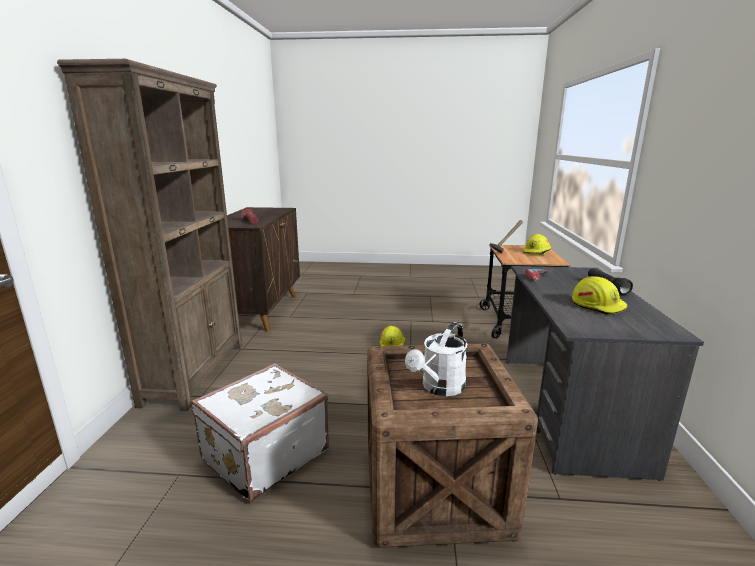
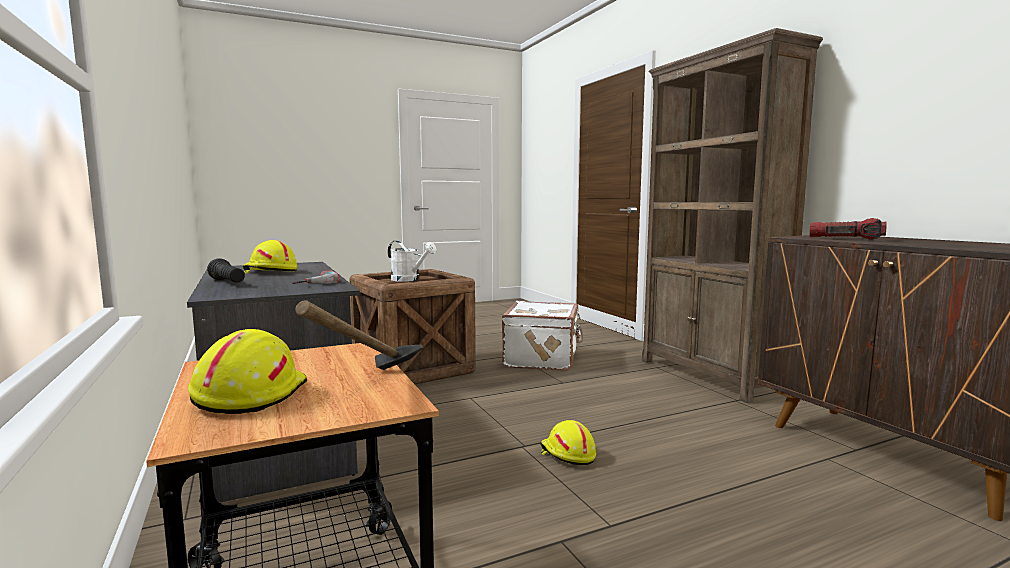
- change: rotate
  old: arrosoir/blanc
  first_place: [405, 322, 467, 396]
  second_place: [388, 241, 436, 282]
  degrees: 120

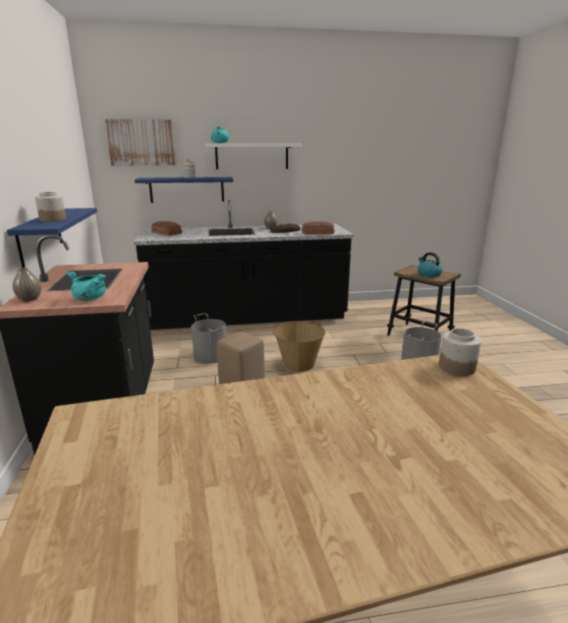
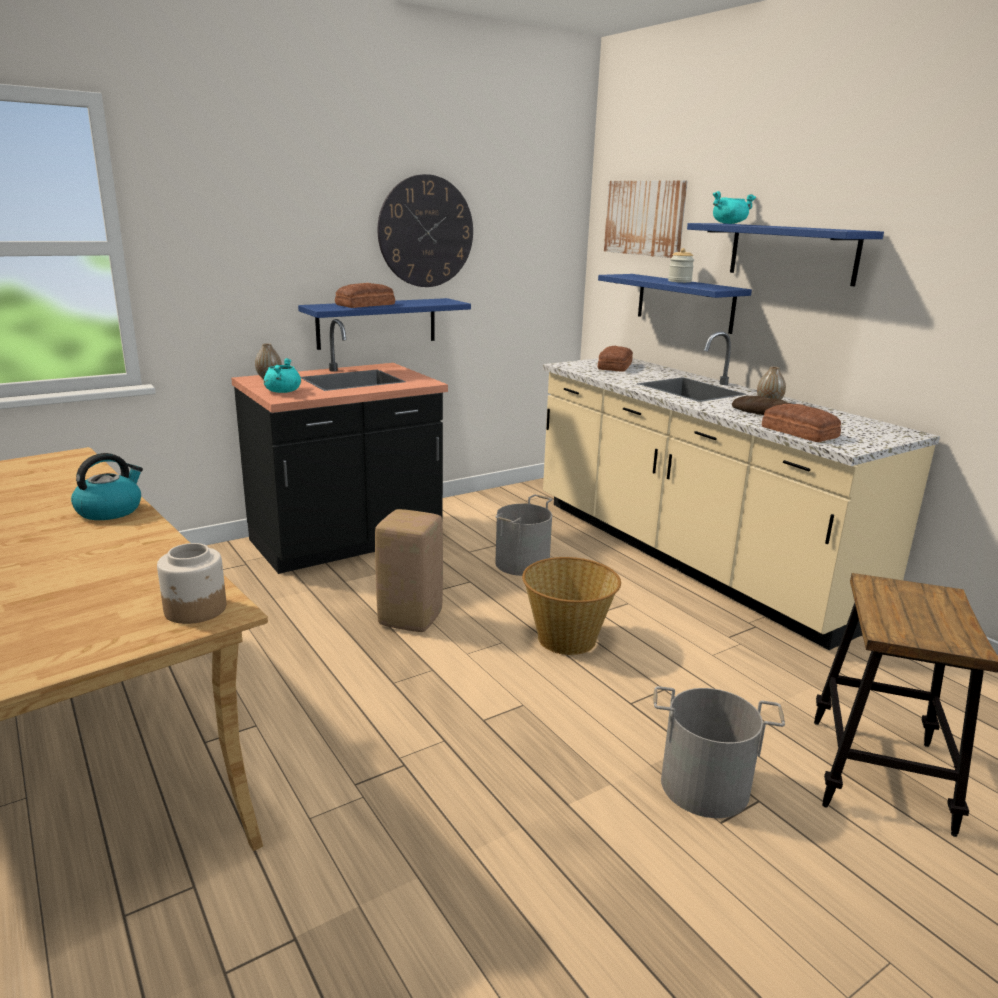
- change: insert
  new: horloge murale
  second_place: [377, 174, 473, 287]
- change: move
  old: bouilloire
  first_place: [418, 252, 443, 277]
  second_place: [71, 453, 143, 520]
- change: replace
  old: bocal
  new: pain
  first_place: [35, 192, 66, 222]
  second_place: [335, 283, 395, 308]
- change: recolor
  old: comptoir de cuisine/noir
  new: comptoir de cuisine/beige
  first_place: [134, 200, 354, 330]
  second_place: [543, 331, 940, 650]
- change: recolor
  old: étagère/blanc
  new: étagère/bleu
  first_place: [205, 143, 302, 170]
  second_place: [687, 223, 884, 286]

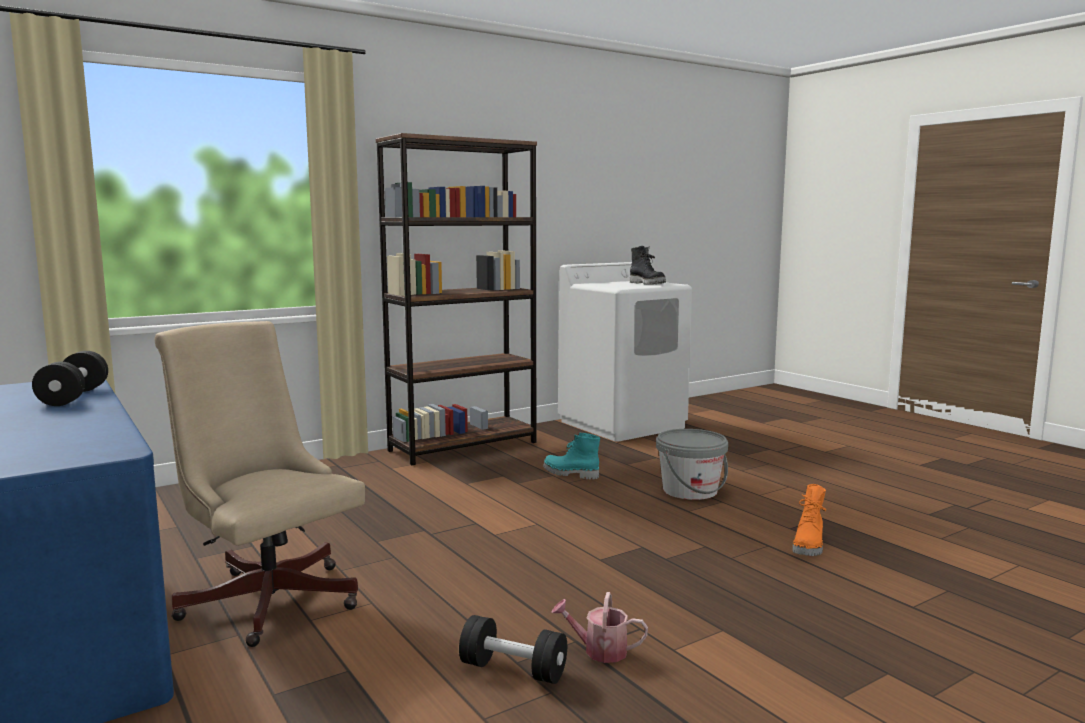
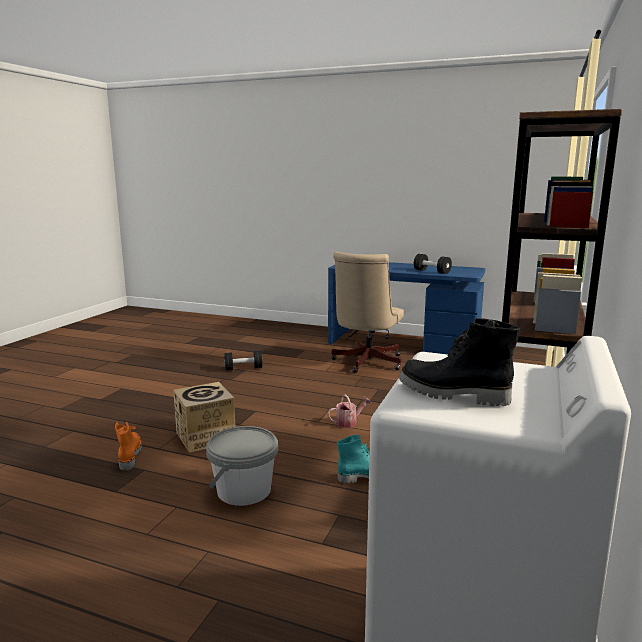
- change: insert
  new: carton
  second_place: [173, 382, 235, 453]
- change: move
  old: arrosoir
  first_place: [552, 592, 648, 663]
  second_place: [328, 394, 372, 428]
- change: rotate
  old: chaise de bureau/beige
  first_place: [155, 321, 365, 647]
  second_place: [331, 252, 404, 373]
  degrees: 105

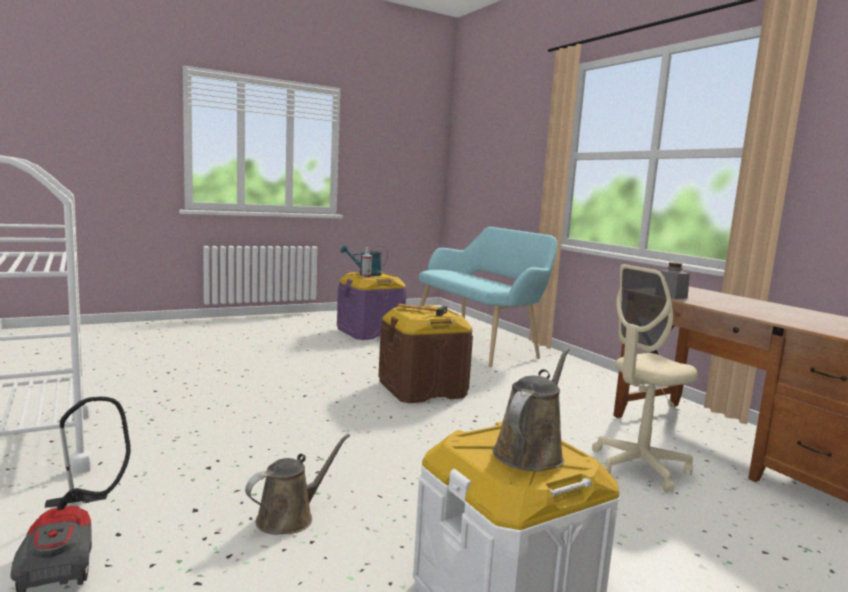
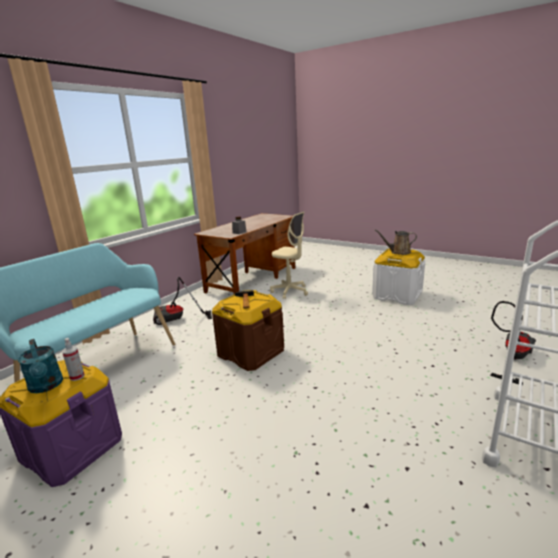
- change: delete
  old: arrosoir/marron
  first_place: [245, 434, 350, 535]
- change: insert
  new: aspirateur
  second_place: [153, 277, 212, 325]

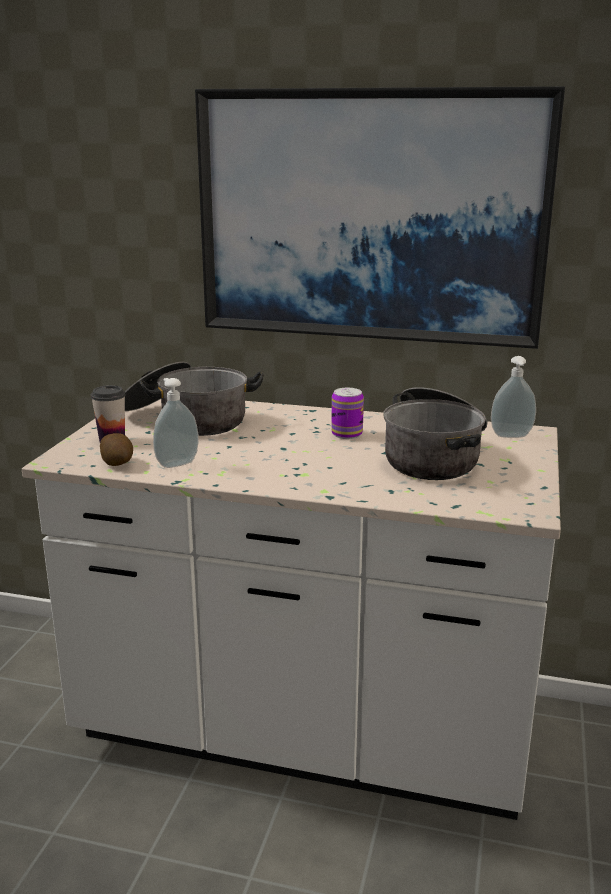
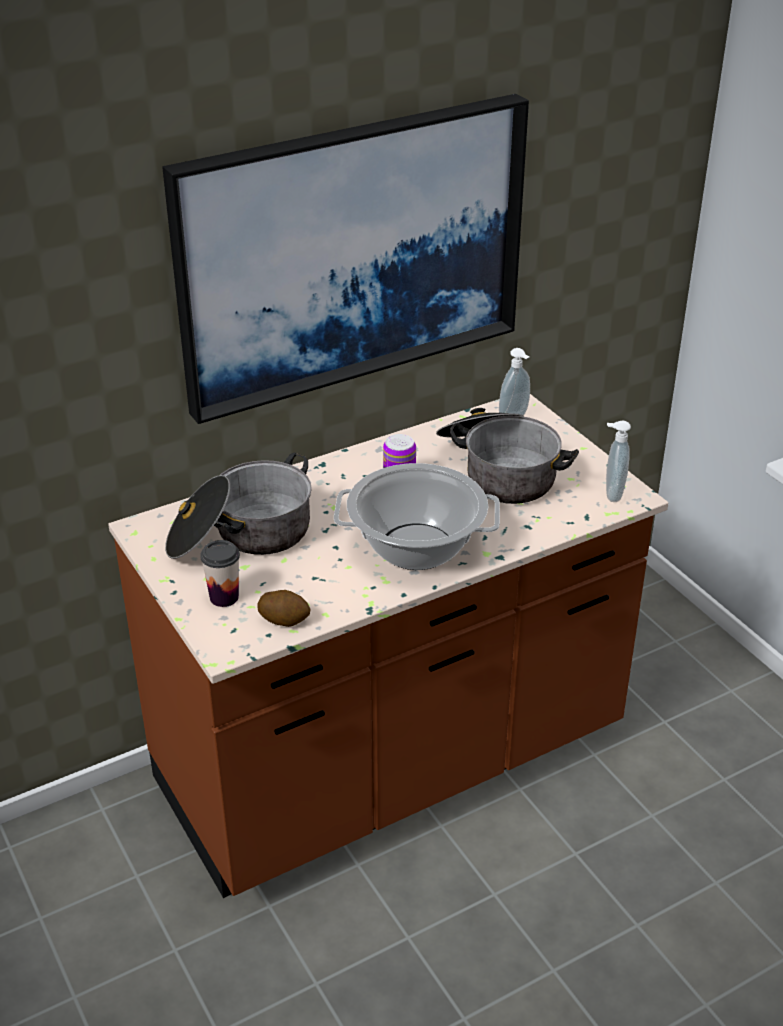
- change: insert
  new: marmite
  second_place: [334, 463, 500, 570]
- change: move
  old: distributeur de savon
  first_place: [153, 378, 199, 468]
  second_place: [606, 421, 631, 502]
- change: recolor
  old: comptoir de cuisine/blanc
  new: comptoir de cuisine/marron
  first_place: [22, 399, 561, 820]
  second_place: [108, 394, 668, 898]

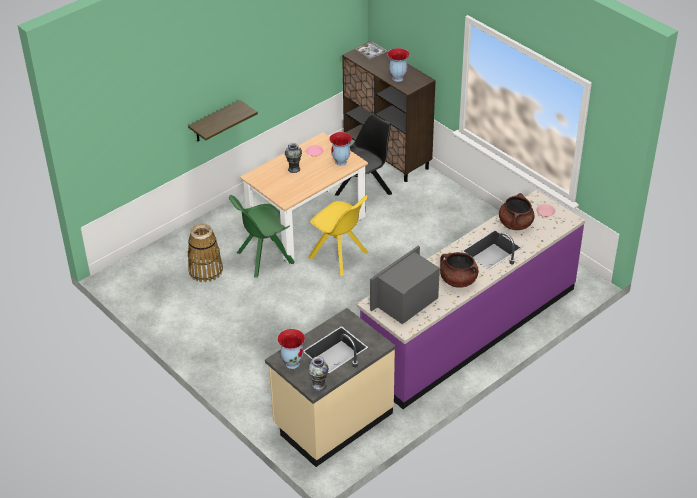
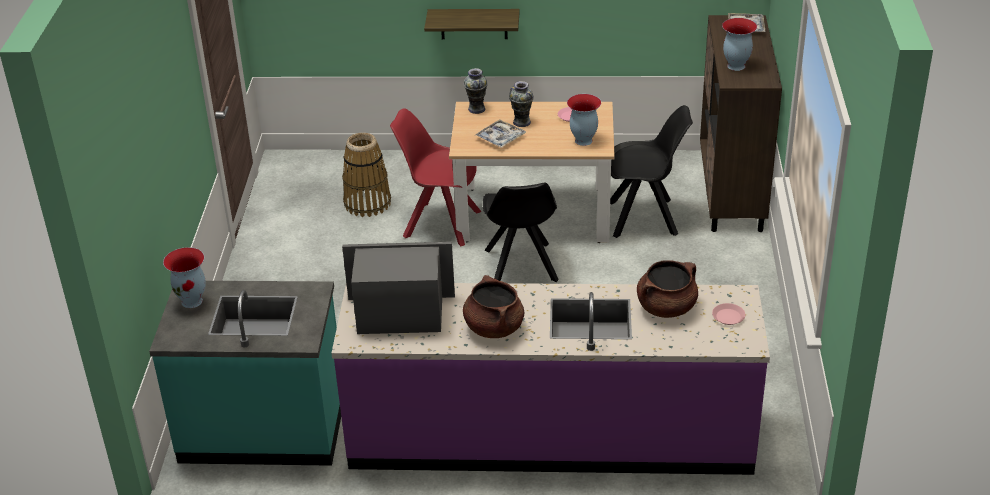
- change: insert
  new: plateau
  second_place: [475, 119, 526, 148]
- change: move
  old: vase
  first_place: [308, 356, 329, 391]
  second_place: [464, 68, 488, 114]
- change: recolor
  old: chaise/vert
  new: chaise/rouge
  first_place: [229, 195, 295, 278]
  second_place: [390, 109, 482, 246]
- change: recolor
  old: comptoir de cuisine/beige
  new: comptoir de cuisine/turquoise
  first_place: [265, 308, 396, 467]
  second_place: [149, 281, 341, 466]
- change: recolor
  old: chaise/jaune
  new: chaise/noir
  first_place: [308, 195, 369, 276]
  second_place: [483, 183, 559, 282]

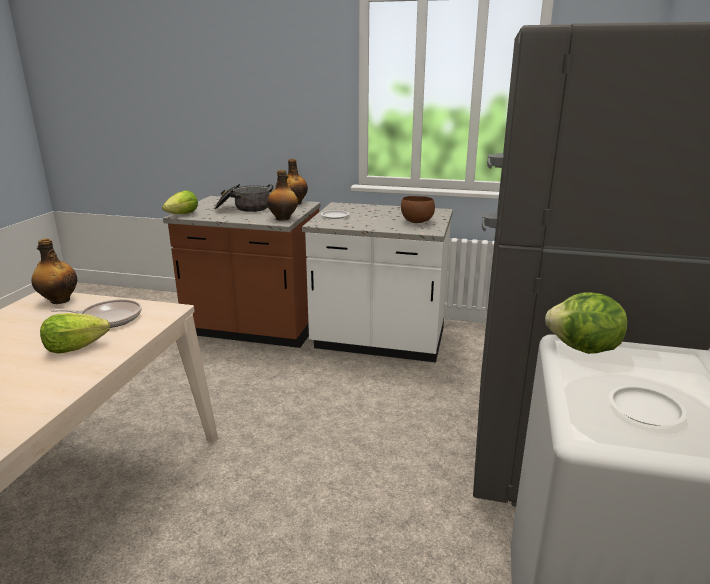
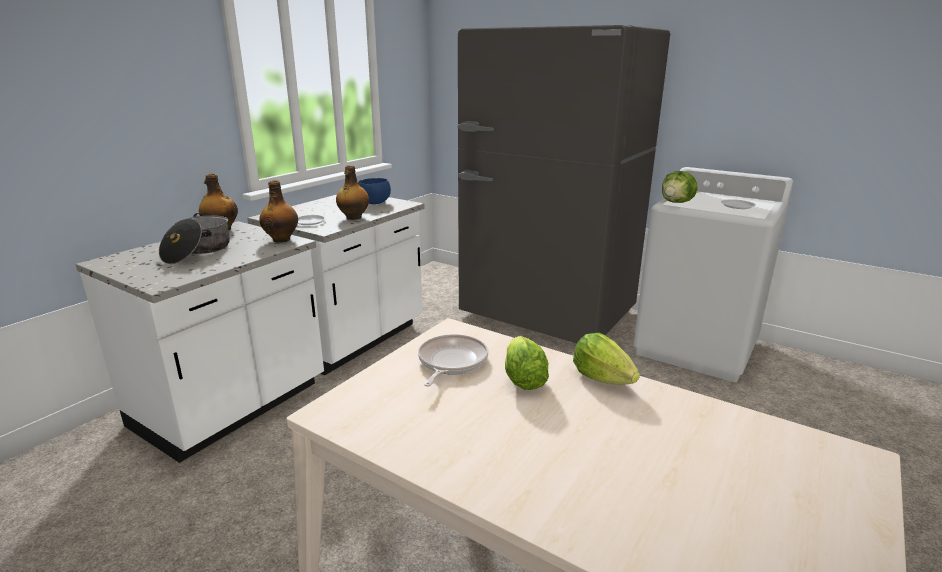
- change: move
  old: bouteille
  first_place: [31, 238, 77, 304]
  second_place: [336, 165, 369, 220]
- change: move
  old: laitue
  first_place: [162, 190, 198, 214]
  second_place: [573, 333, 640, 384]
- change: recolor
  old: comptoir de cuisine/marron
  new: comptoir de cuisine/blanc
  first_place: [163, 196, 320, 348]
  second_place: [75, 221, 324, 463]
- change: recolor
  old: bol/marron
  new: bol/bleu
  first_place: [401, 196, 435, 223]
  second_place: [358, 178, 391, 205]

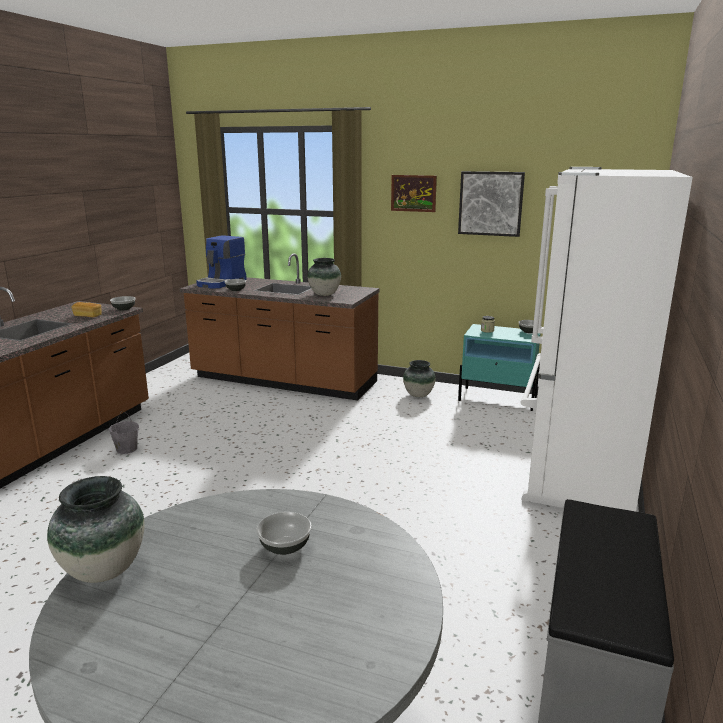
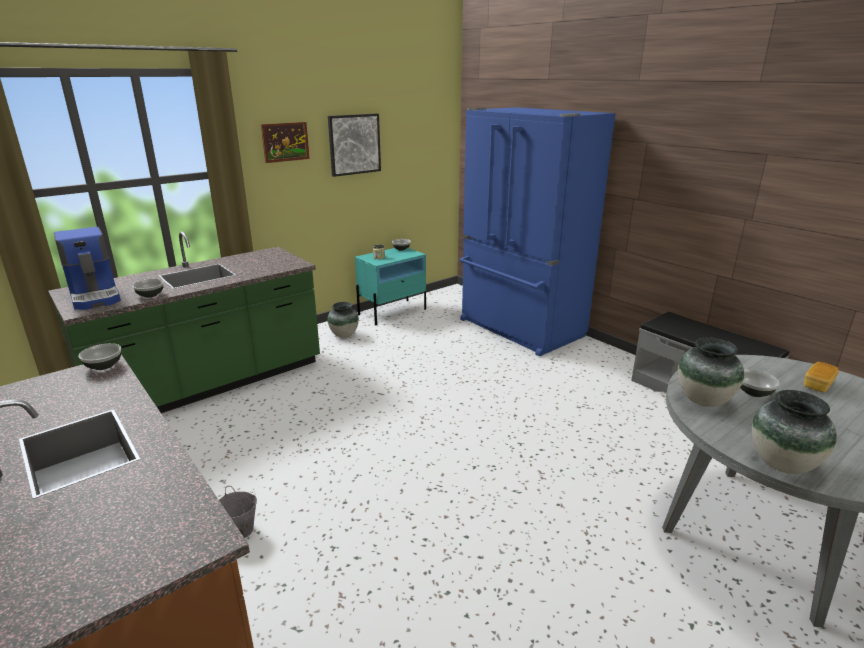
- change: move
  old: pain
  first_place: [71, 302, 102, 317]
  second_place: [804, 362, 839, 392]
- change: move
  old: vase
  first_place: [307, 258, 341, 296]
  second_place: [678, 337, 744, 407]
- change: recolor
  old: comptoir de cuisine/marron
  new: comptoir de cuisine/vert
  first_place: [180, 253, 380, 401]
  second_place: [48, 232, 320, 413]
- change: recolor
  old: réfrigérateur/blanc
  new: réfrigérateur/bleu
  first_place: [520, 167, 693, 512]
  second_place: [460, 107, 615, 357]

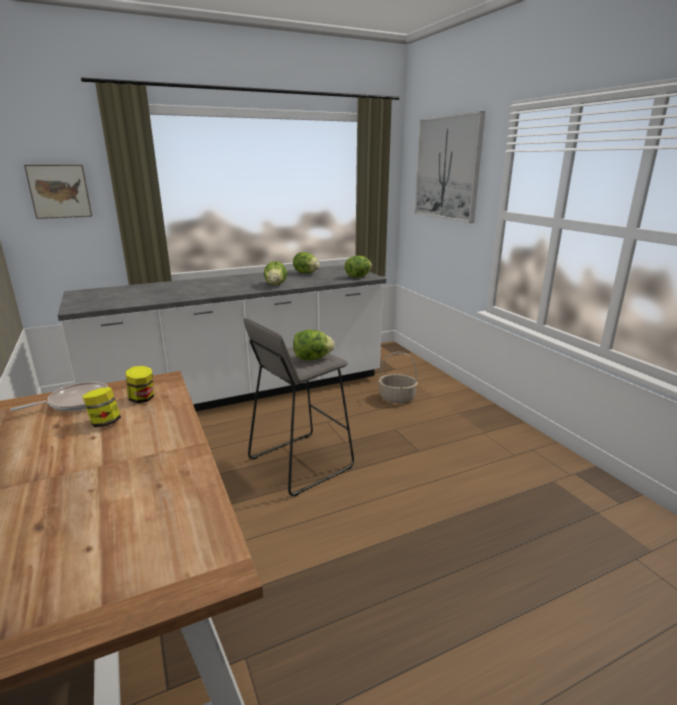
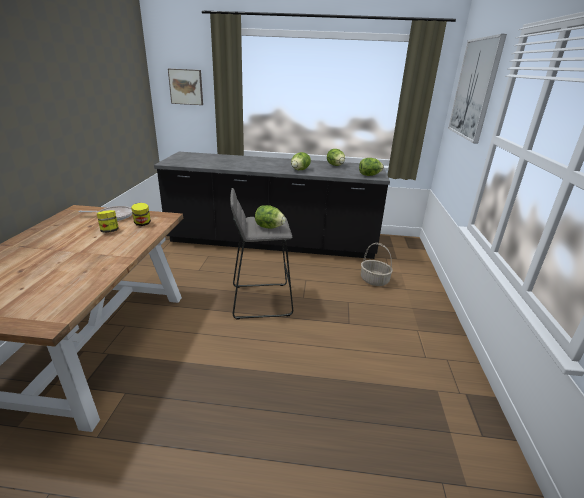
- change: recolor
  old: comptoir de cuisine/blanc
  new: comptoir de cuisine/noir
  first_place: [58, 265, 386, 411]
  second_place: [154, 152, 390, 259]

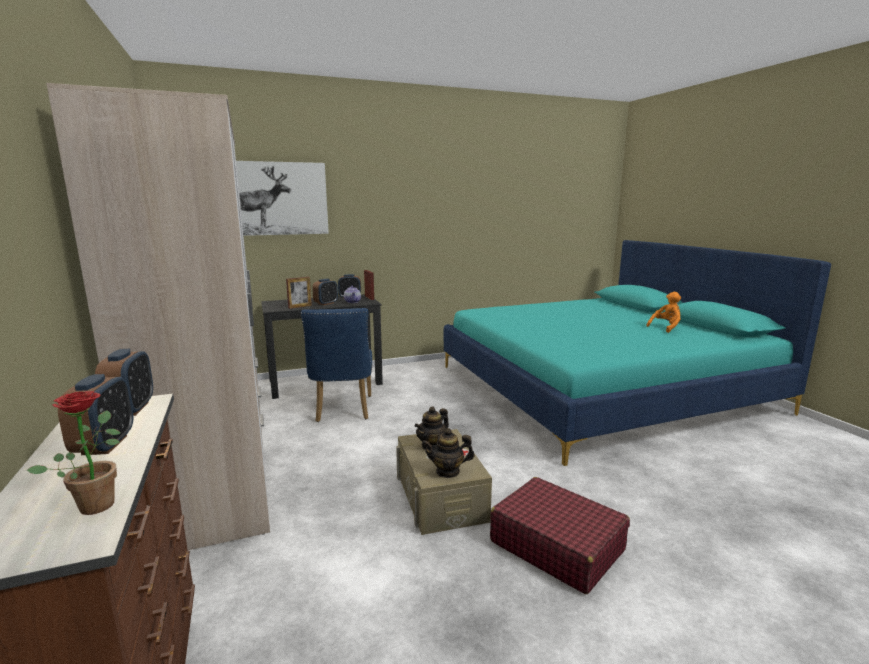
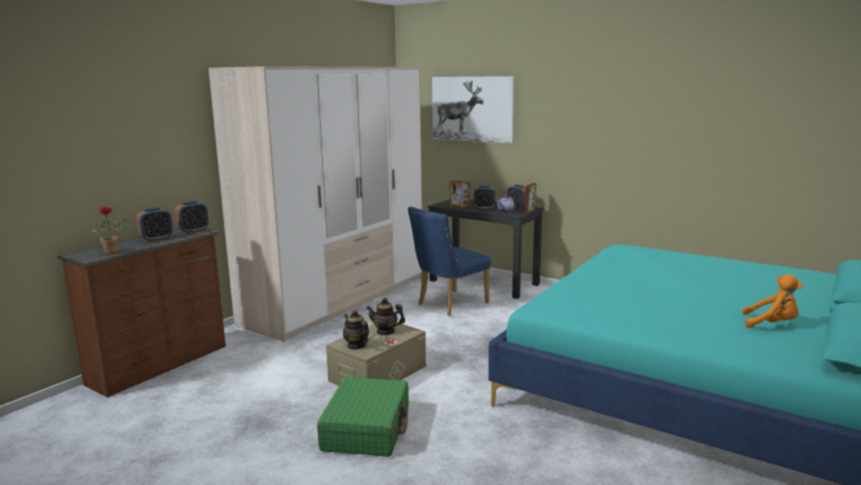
- change: recolor
  old: valise/rouge
  new: valise/vert
  first_place: [490, 477, 630, 594]
  second_place: [317, 377, 409, 457]

